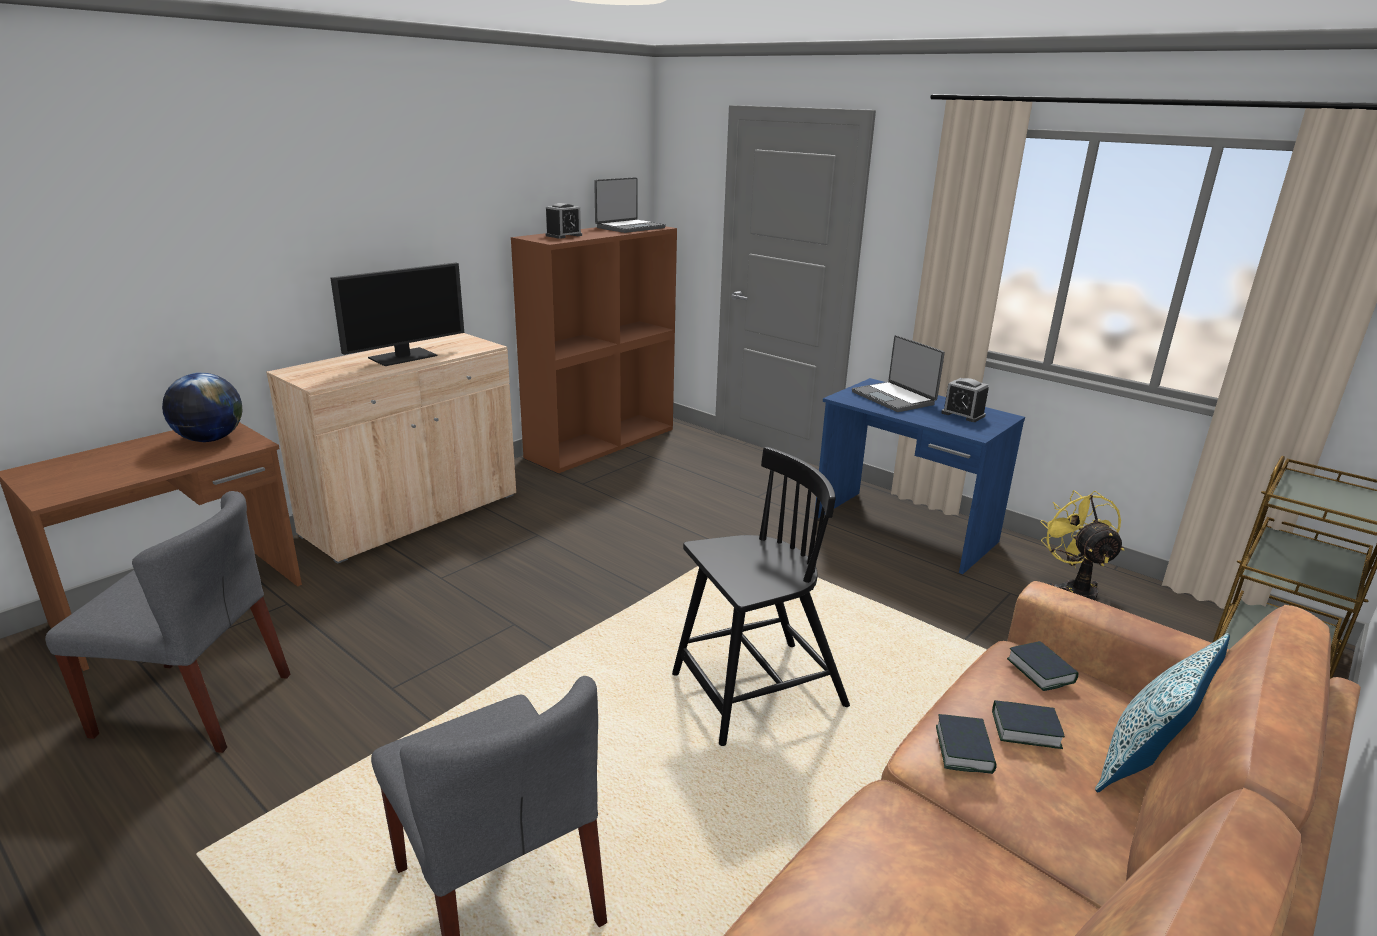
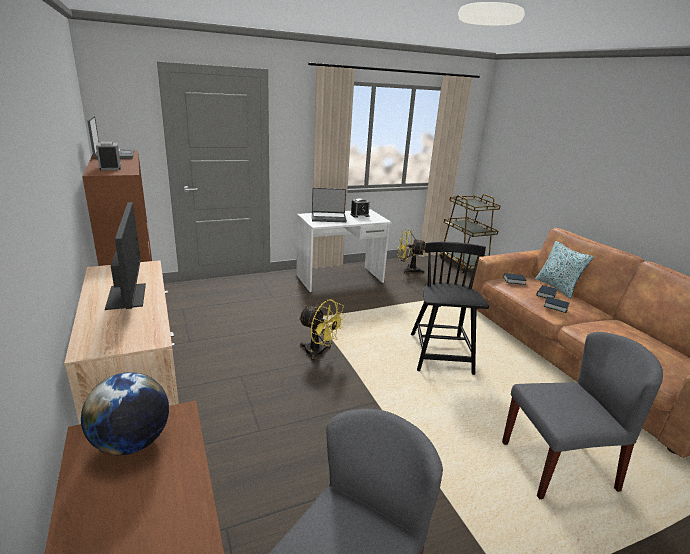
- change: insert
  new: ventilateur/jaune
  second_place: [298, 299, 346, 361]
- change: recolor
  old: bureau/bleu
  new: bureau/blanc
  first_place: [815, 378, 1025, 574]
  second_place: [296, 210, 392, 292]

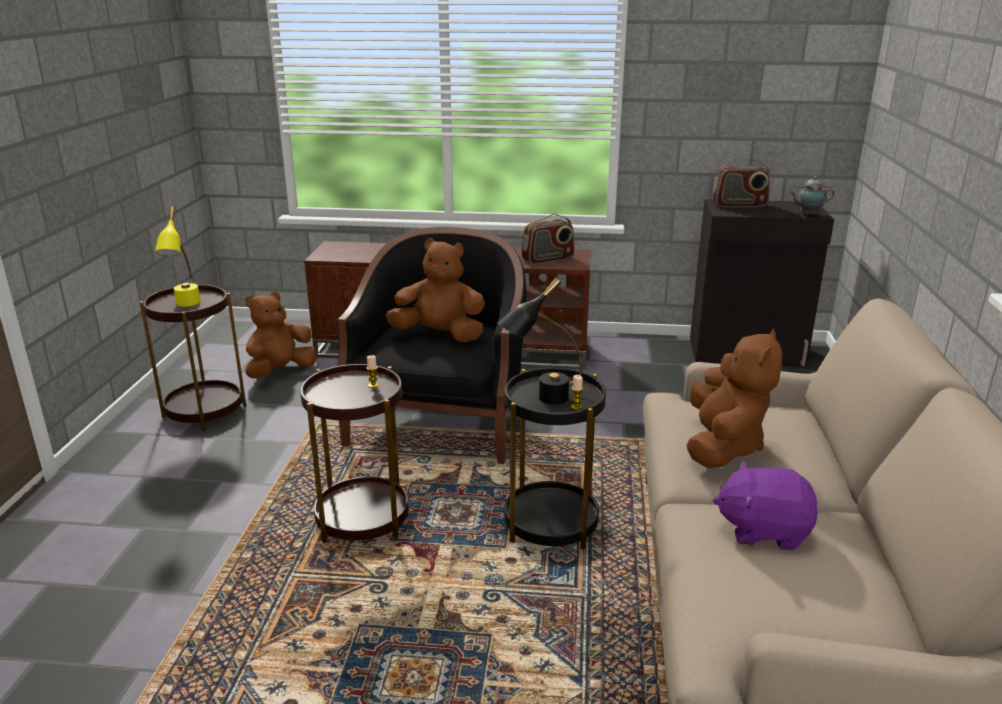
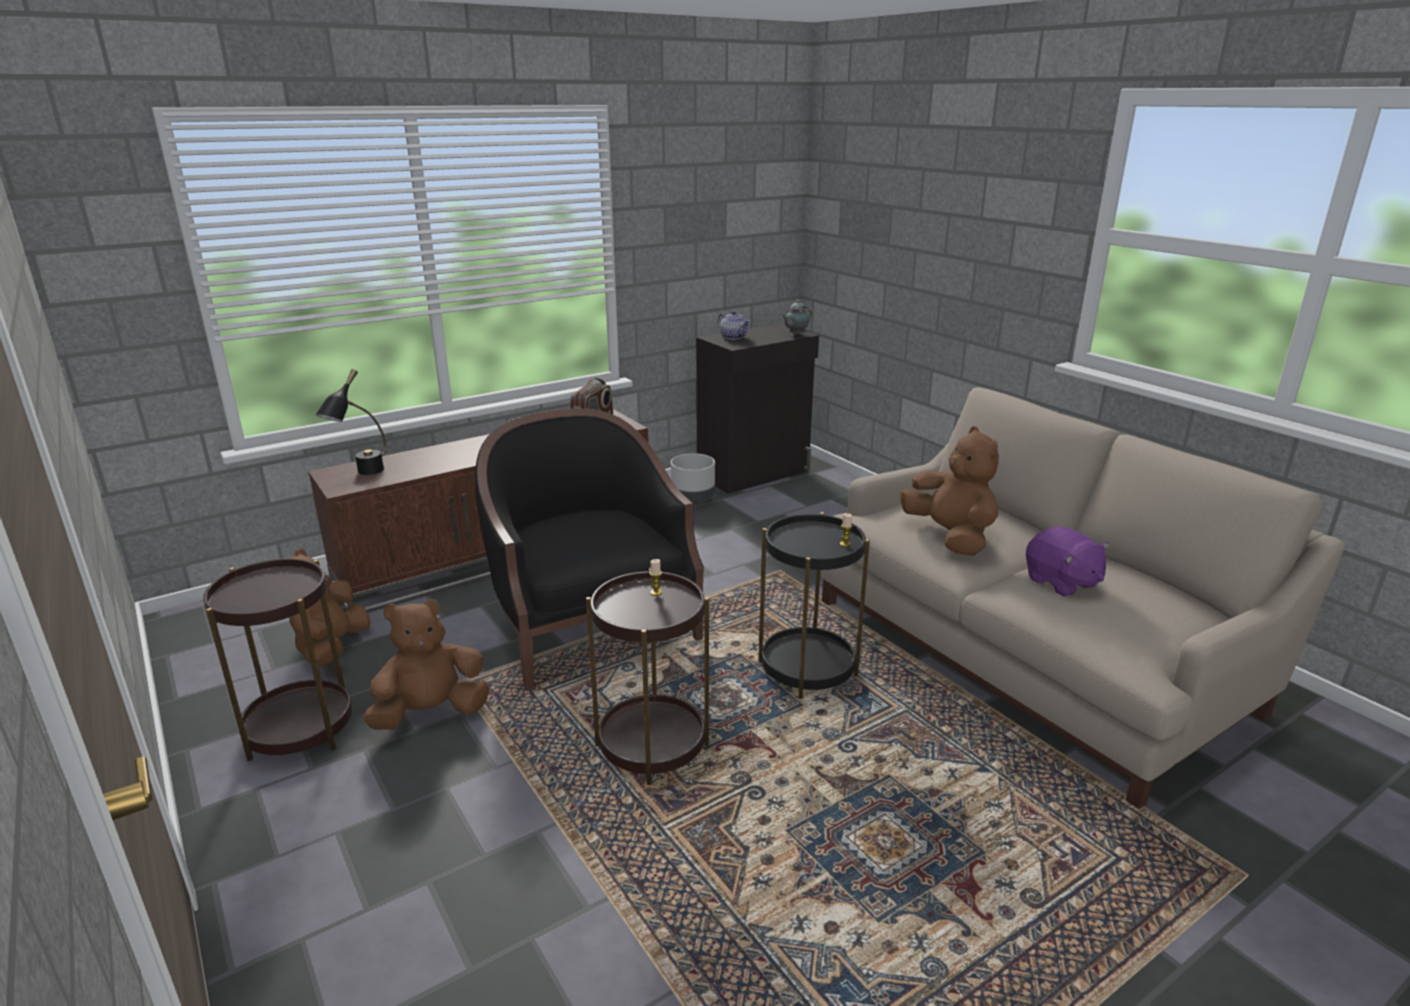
- change: delete
  old: lampe de table/jaune
  first_place: [155, 206, 201, 307]
- change: insert
  new: cache-pot/gris
  second_place: [671, 453, 715, 502]
- change: move
  old: peluche/marron
  first_place: [385, 238, 485, 342]
  second_place: [363, 598, 490, 730]
- change: move
  old: lampe de table/noir
  first_place: [497, 278, 582, 404]
  second_place: [315, 369, 387, 475]
- change: replace
  old: radio
  new: théière
  first_place: [713, 159, 770, 207]
  second_place: [718, 311, 750, 340]
- change: rotate
  old: peluche/violet
  first_place: [713, 461, 818, 550]
  second_place: [1026, 526, 1109, 597]
  degrees: -90

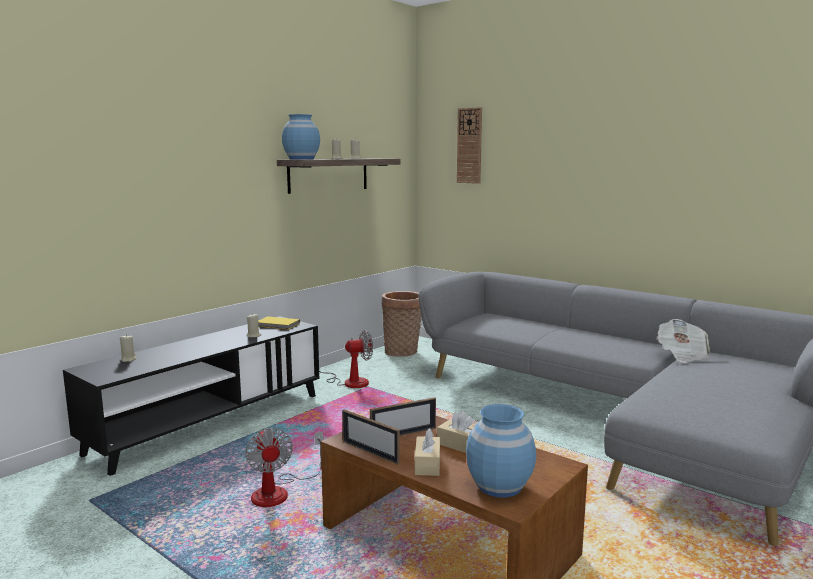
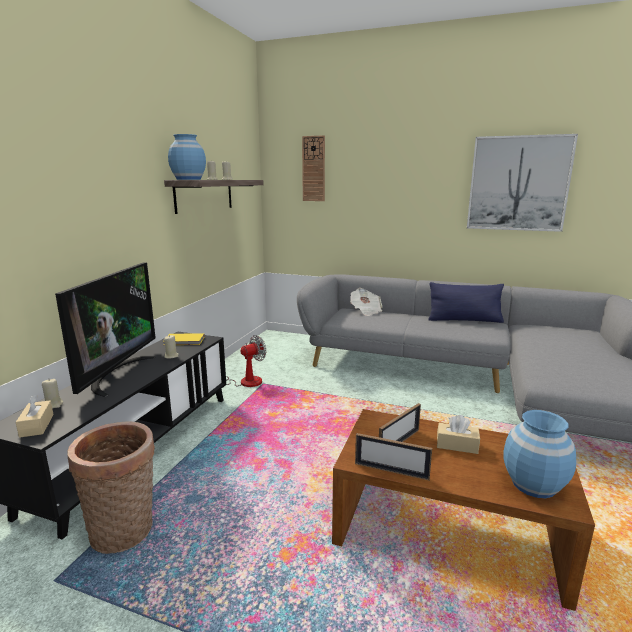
- change: delete
  old: ventilateur
  first_place: [245, 428, 323, 507]
- change: insert
  new: téléviseur
  second_place: [55, 262, 156, 397]
- change: insert
  new: coussin/bleu
  second_place: [428, 282, 504, 323]
- change: insert
  new: tableau
  second_place: [467, 134, 578, 232]
- change: move
  old: panier
  first_place: [382, 291, 421, 357]
  second_place: [68, 421, 155, 554]
- change: move
  old: boîte à mouchoirs/beige
  first_place: [415, 428, 440, 476]
  second_place: [16, 395, 54, 438]
- change: move
  old: journal
  first_place: [657, 319, 710, 363]
  second_place: [350, 288, 382, 316]

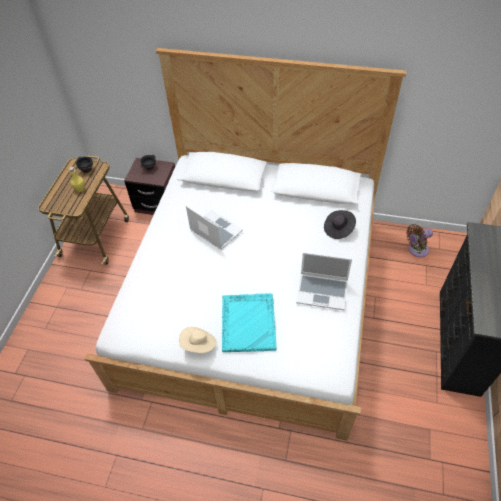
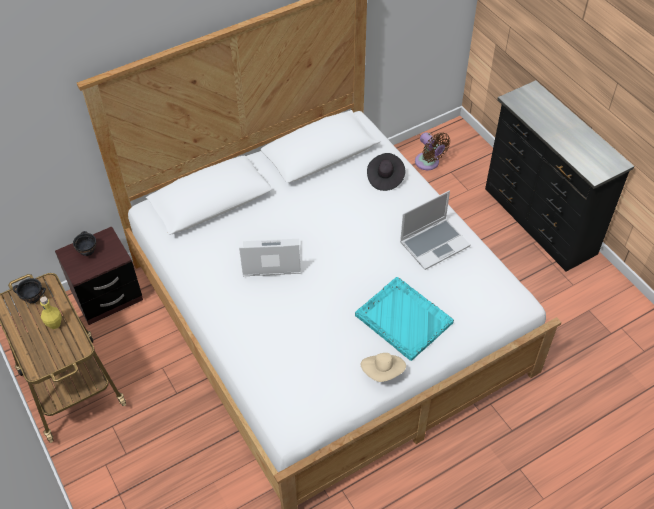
- change: rotate
  old: ventilateur/marron
  first_place: [406, 224, 433, 257]
  second_place: [415, 132, 450, 170]
  degrees: -60

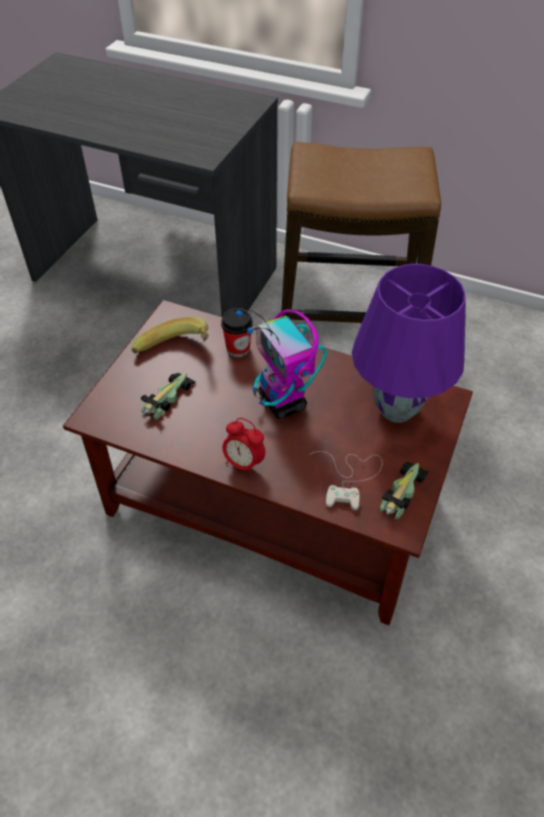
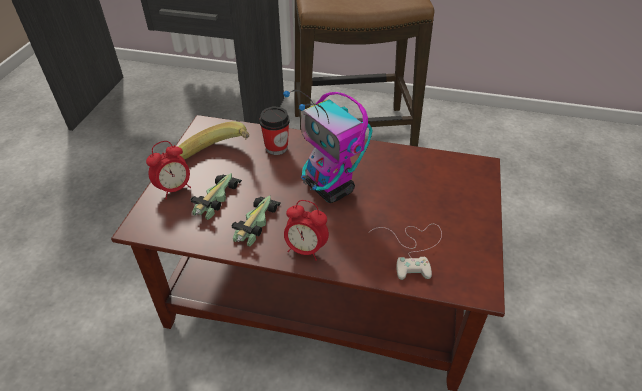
- change: delete
  old: lampe de table/violet
  first_place: [352, 264, 466, 423]
- change: insert
  new: réveil
  second_place: [146, 141, 191, 199]
- change: move
  old: petite voiture
  first_place: [379, 461, 428, 520]
  second_place: [231, 196, 281, 247]

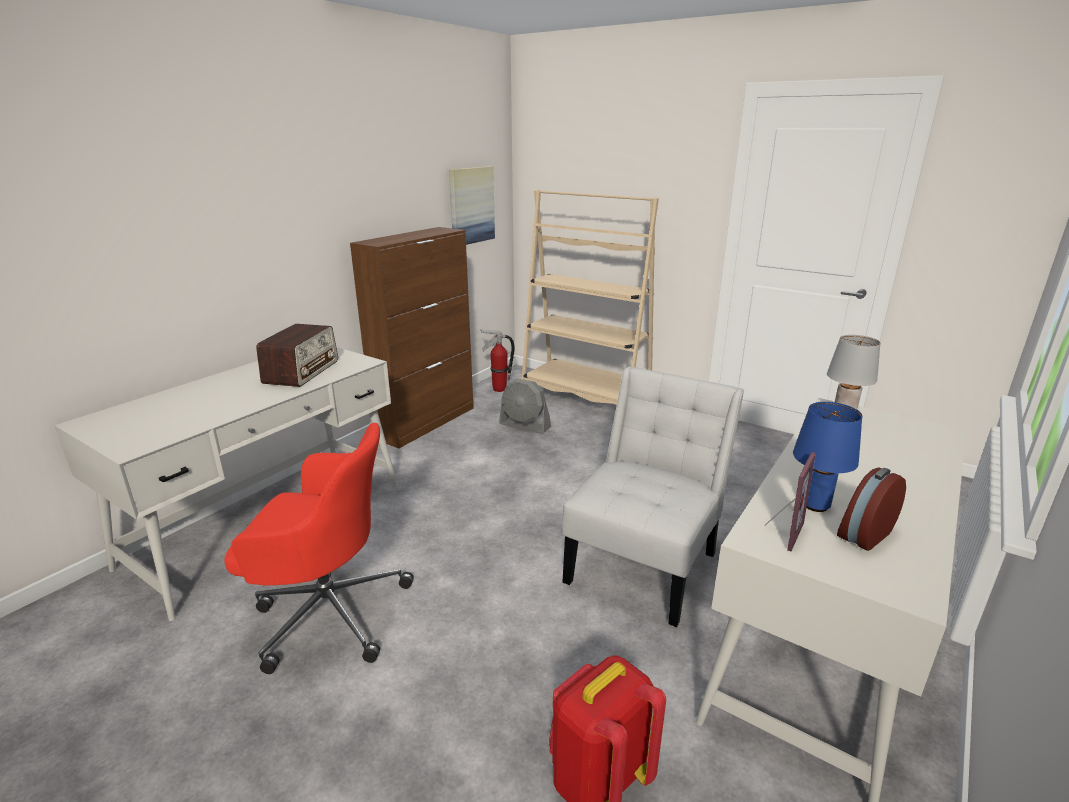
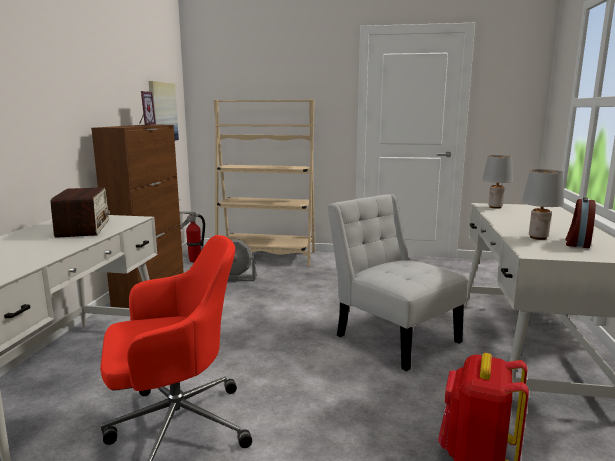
- change: move
  old: cadre photo
  first_place: [765, 452, 816, 551]
  second_place: [139, 91, 156, 125]
- change: recolor
  old: lampe de table/bleu
  new: lampe de table/gris
  first_place: [793, 402, 863, 512]
  second_place: [522, 169, 564, 240]
- change: rotate
  old: chaise/blanc
  first_place: [562, 366, 744, 627]
  second_place: [328, 194, 467, 371]
  degrees: -45

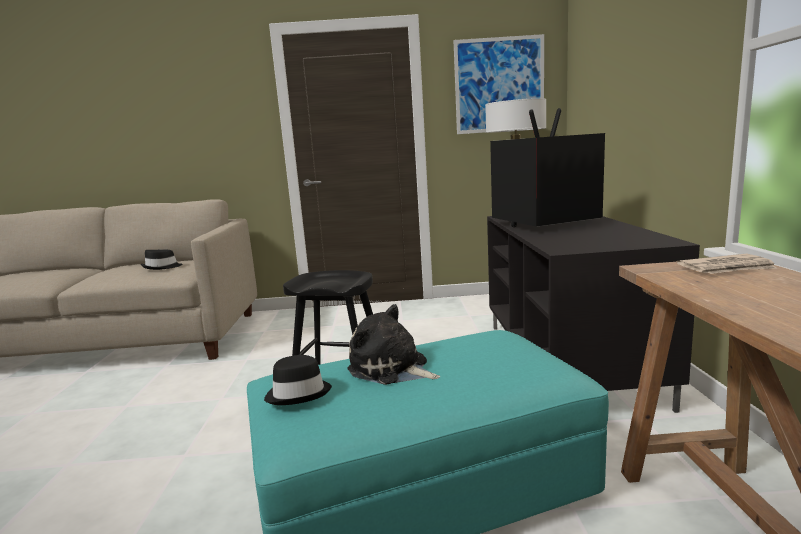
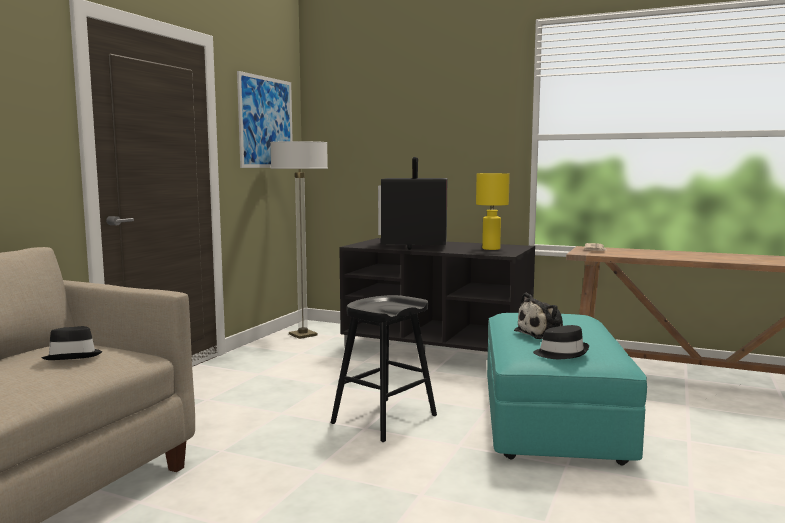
- change: insert
  new: lampe de table/jaune
  second_place: [476, 173, 510, 250]

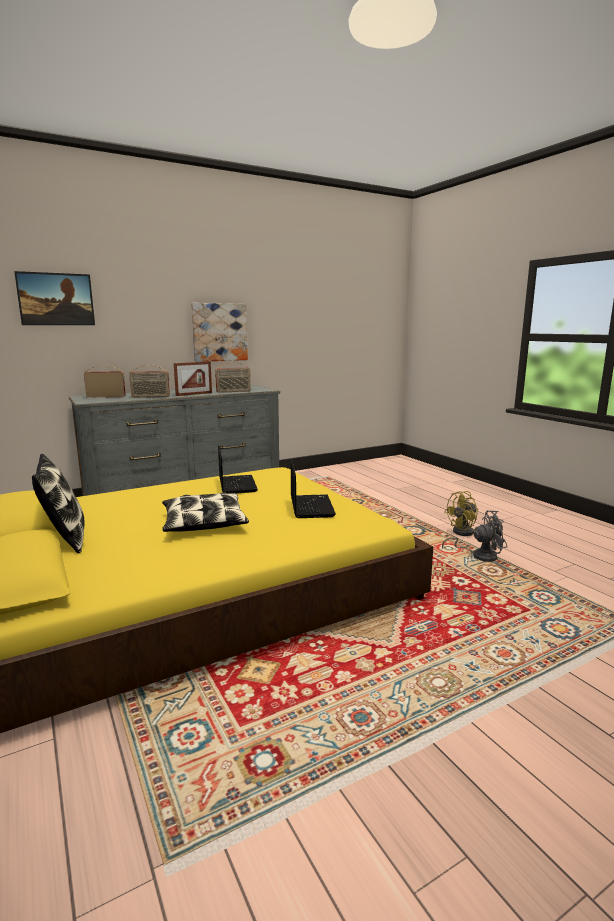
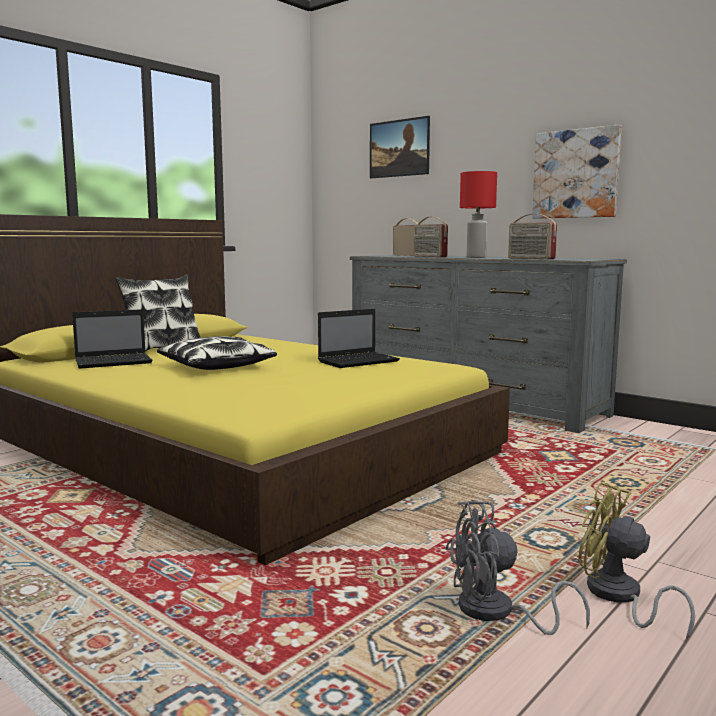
- change: move
  old: ordinateur portable
  first_place: [291, 460, 336, 518]
  second_place: [72, 309, 153, 369]
- change: replace
  old: cadre photo
  new: lampe de table/rouge
  first_place: [174, 362, 212, 396]
  second_place: [460, 171, 497, 258]
- change: rotate
  old: ventilateur/gris
  first_place: [442, 510, 507, 562]
  second_place: [446, 500, 590, 635]
  degrees: 105

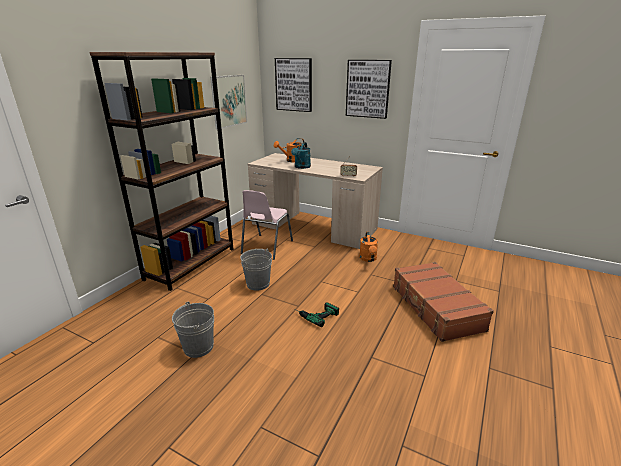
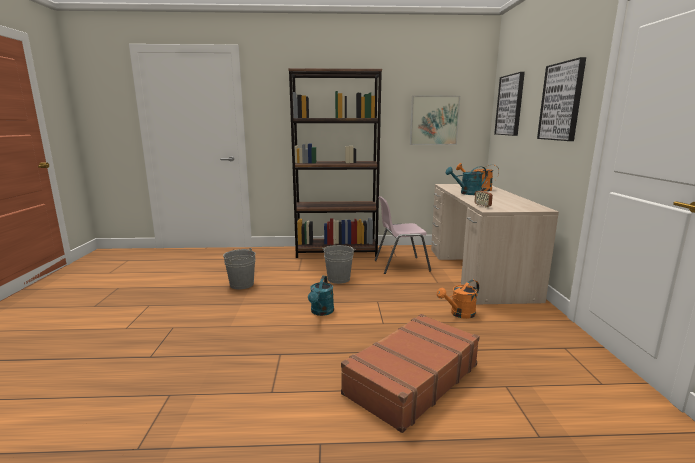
- change: replace
  old: perceuse
  new: arrosoir/turquoise
  first_place: [295, 303, 339, 327]
  second_place: [308, 276, 334, 316]

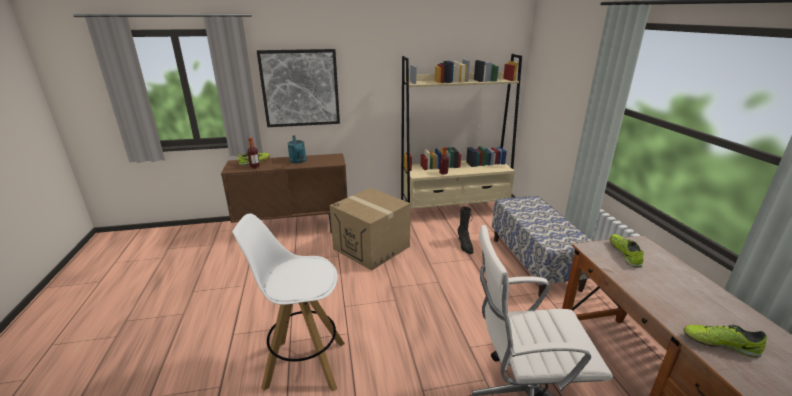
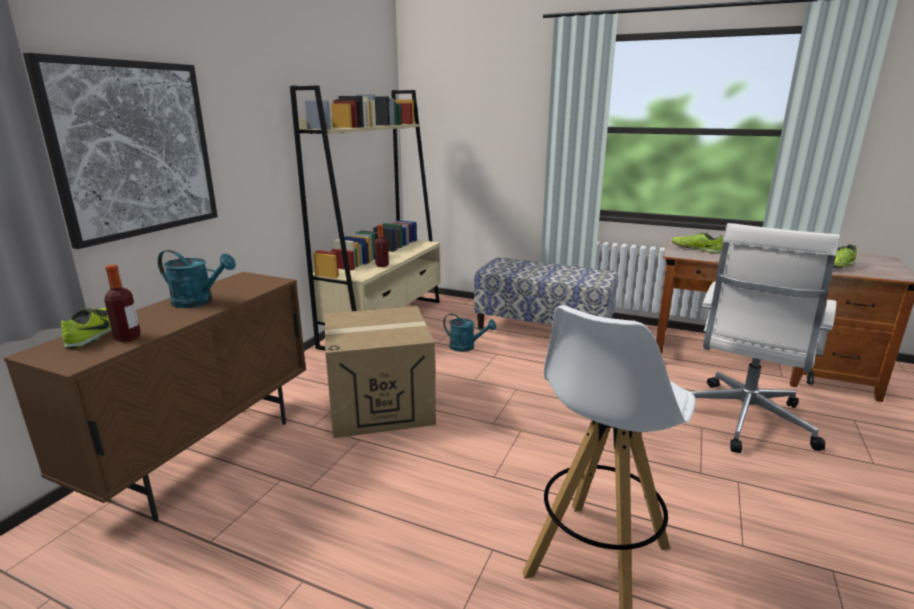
- change: replace
  old: botte/noir
  new: arrosoir/turquoise
  first_place: [457, 206, 473, 254]
  second_place: [443, 314, 497, 352]

